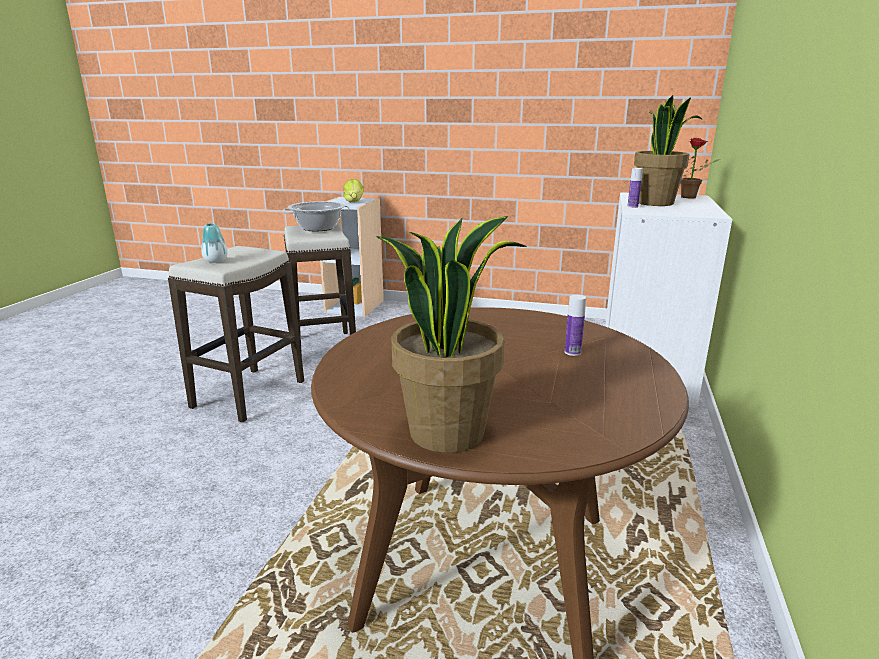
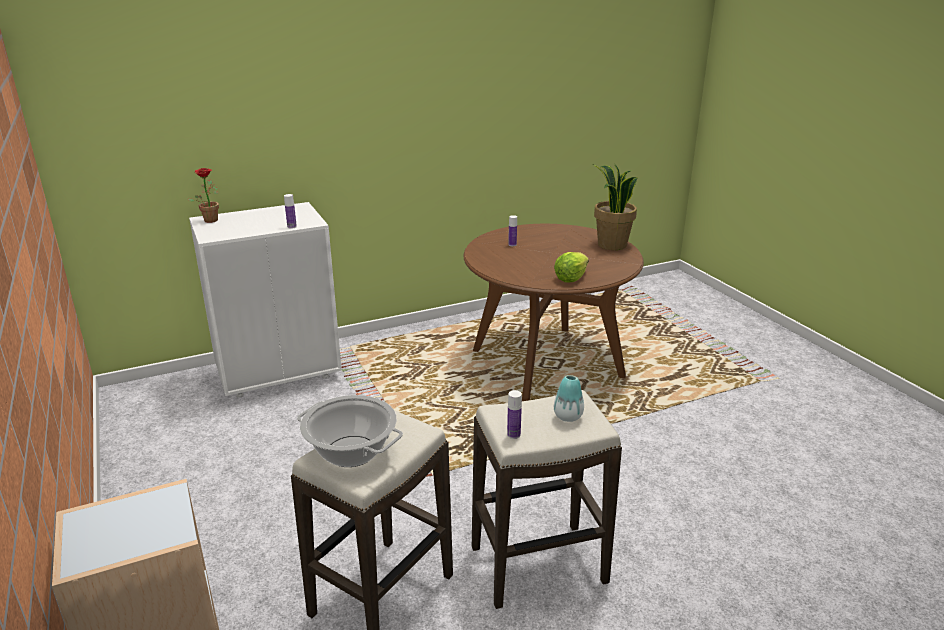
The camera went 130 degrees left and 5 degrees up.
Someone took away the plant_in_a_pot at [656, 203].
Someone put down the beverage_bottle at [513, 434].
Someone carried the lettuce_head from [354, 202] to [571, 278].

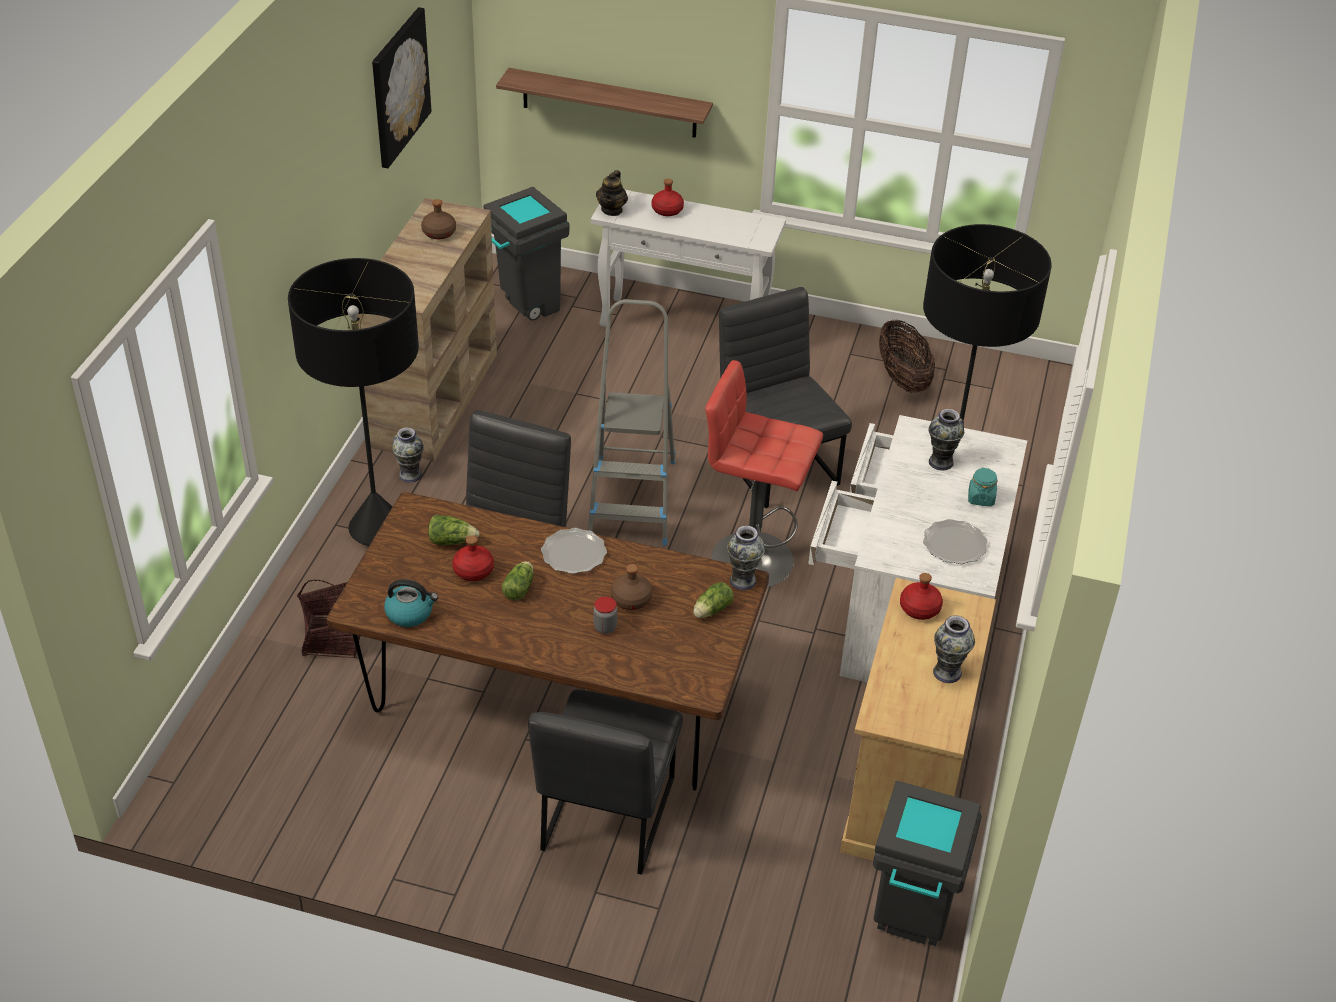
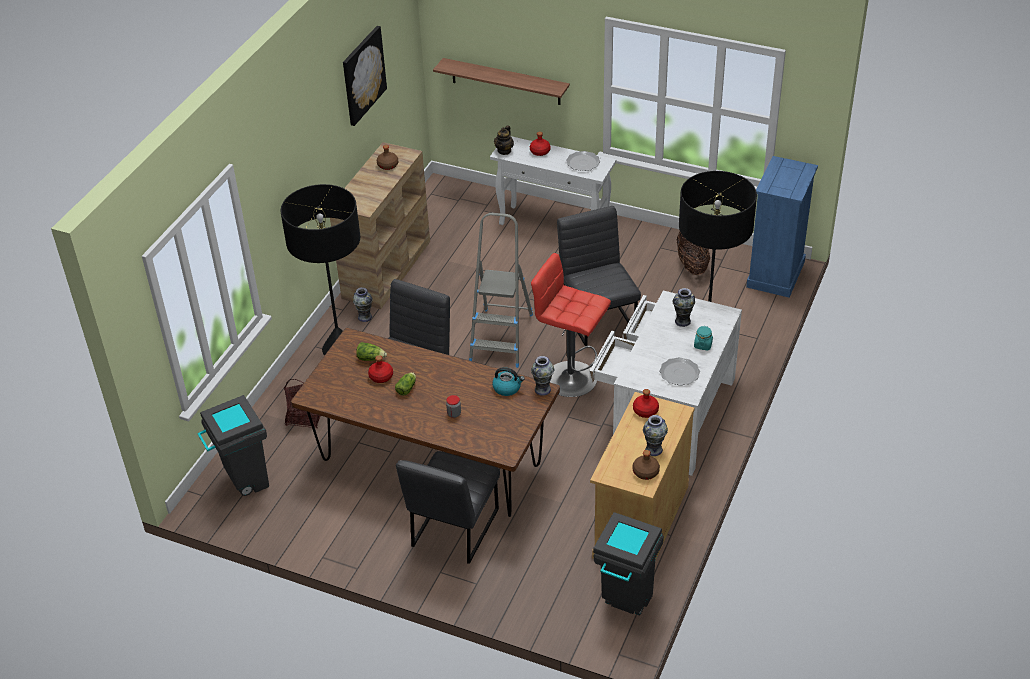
The camera went 10 degrees right and 0 degrees up.
Someone took away the lettuce_head at [711, 610].
Someone put down the blue_chest_of_drawers at [775, 274].
Someone carried the kettle from [410, 613] to [507, 388].
Someone carried the gray_rubbish_bin from [526, 308] to [244, 483].
Someone carried the plate from [573, 553] to [582, 162].
Someone carried the brownish_beverage_bottle from [631, 599] to [645, 472].

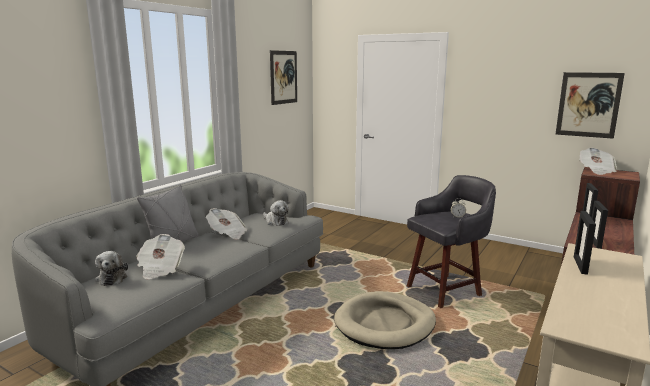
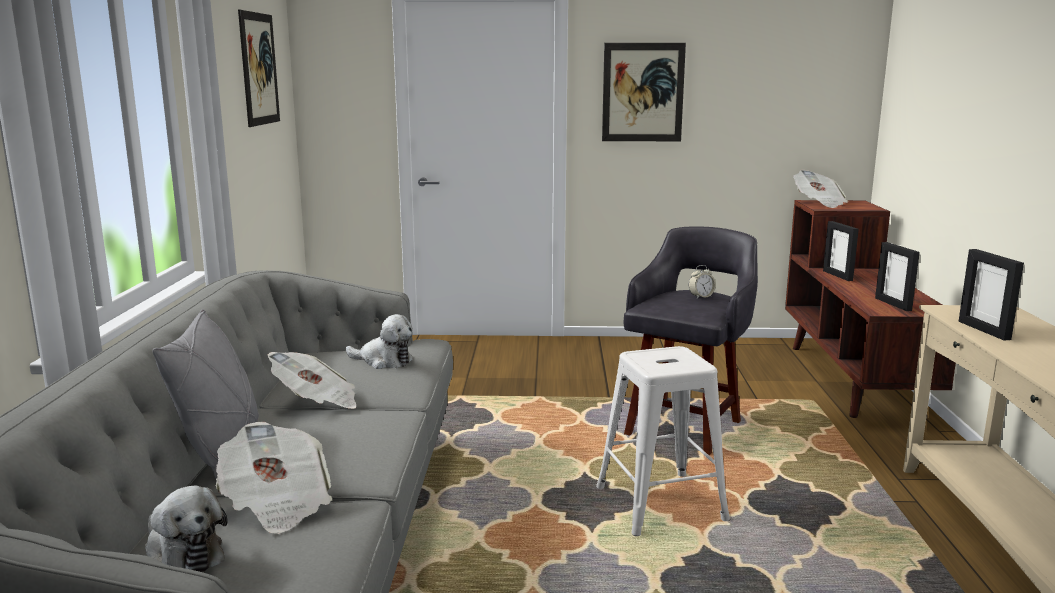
The camera went 30 degrees left and 0 degrees up.
Someone carried the picture from [588, 105] to [643, 92].
Someone swapped the beige_pet_bed at [385, 324] for the whitish_sitting_stool at [660, 503].

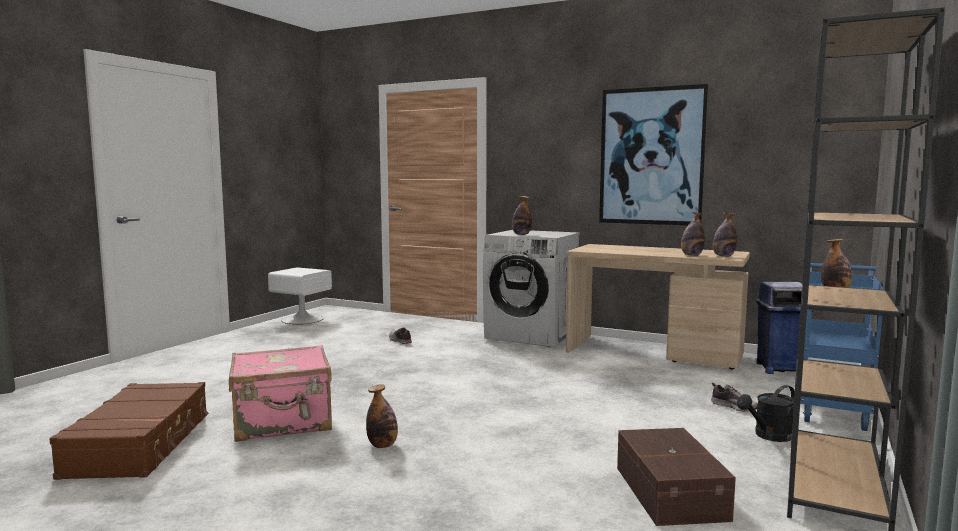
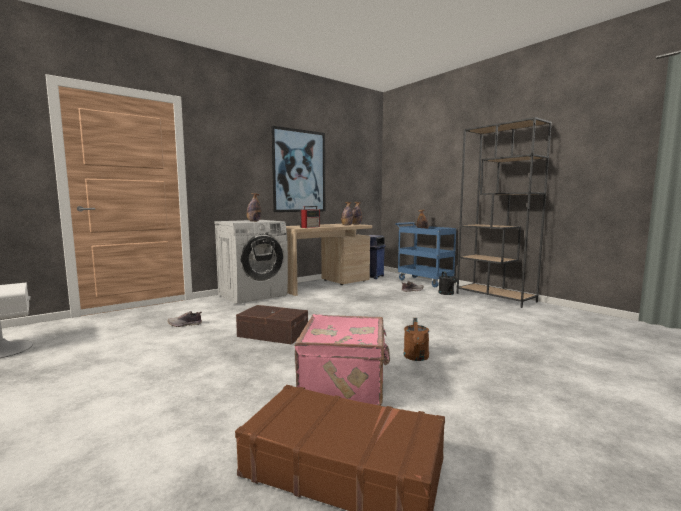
The camera went 65 degrees left and 0 degrees up.
Someone put down the radio_set at [310, 227].
Someone carried the brownish_storage_bin from [671, 492] to [273, 333].
Someone swapped the beverage_bottle at [382, 445] for the brownish_watering_can at [416, 357].

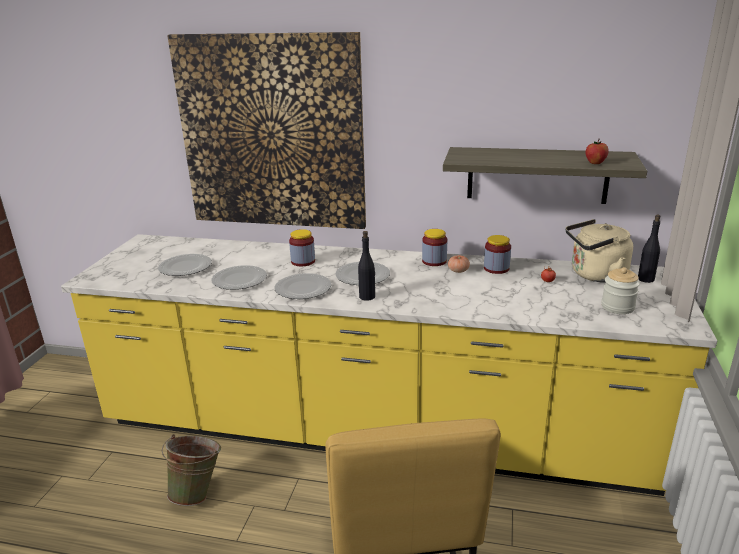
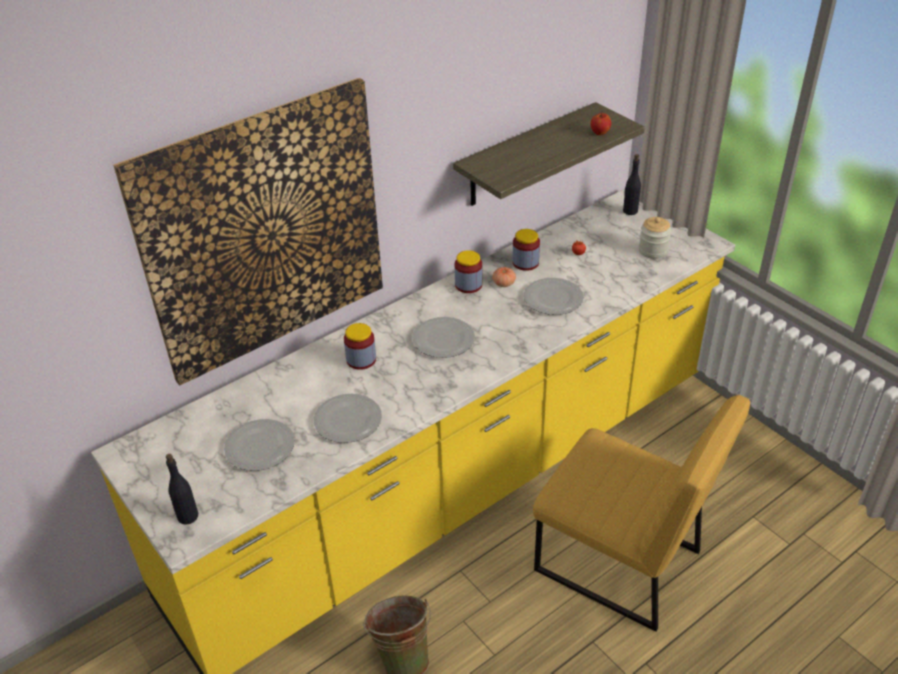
The camera went 50 degrees left and 15 degrees up.
Someone took away the beige_kettle at [595, 275].
Someone carried the plate from [303, 288] to [552, 298].
Someone carried the black_beverage_bottle from [367, 296] to [188, 516].

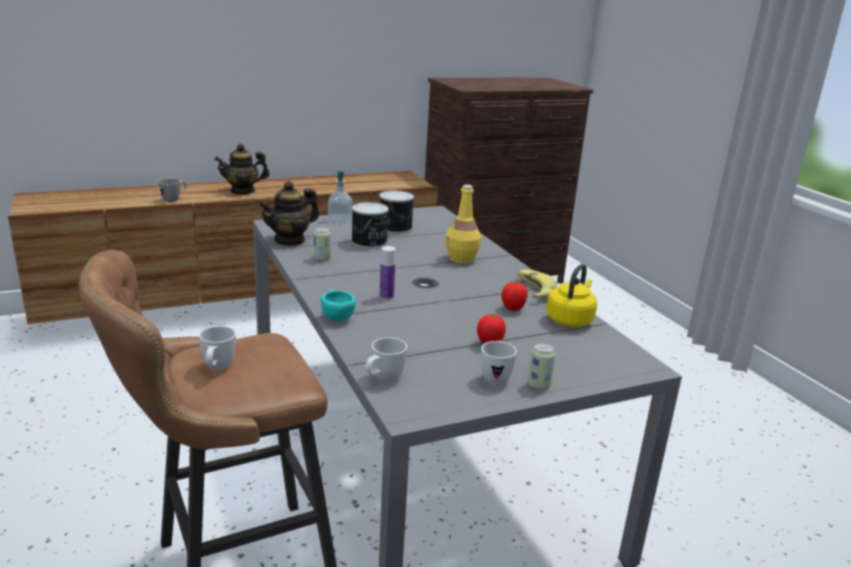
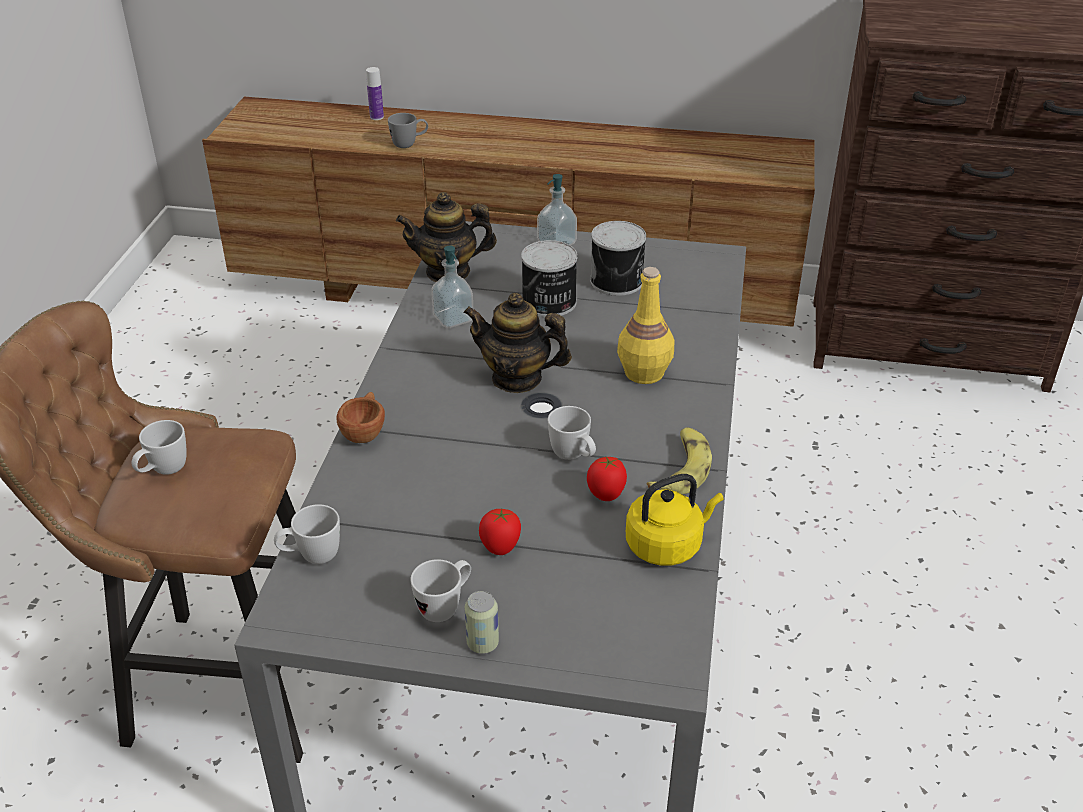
The camera went 35 degrees right and 15 degrees up.
Someone put down the whitish_tea_mug at [574, 457].
Someone carried the teapot from [243, 191] to [517, 378].
Someone carried the beverage_bottle from [386, 297] to [377, 117].
Someone swapped the sealed_can at [322, 258] for the soap_bottle at [453, 319].
Someone repainted the turquoise_small_cup at [336, 316], which became the brownish_small_cup at [365, 431].

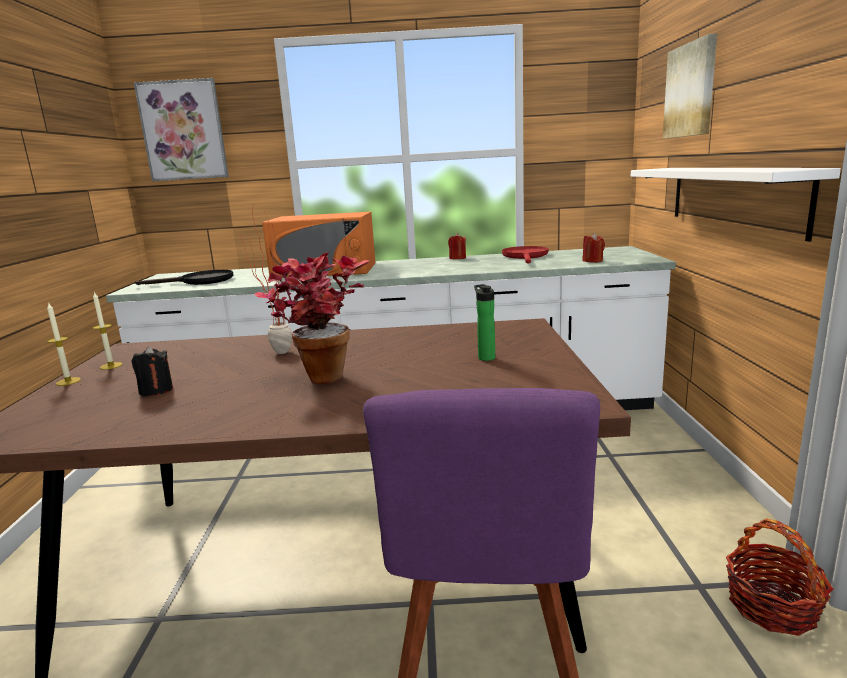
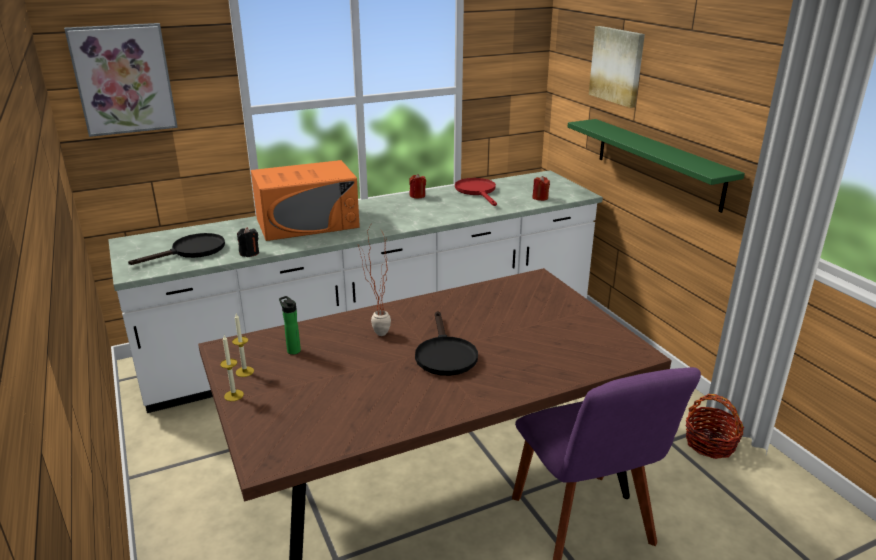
The camera went 25 degrees left and 10 degrees up.
Someone carried the black_candle from [156, 390] to [249, 253].
Someone carried the beverage_bottle from [485, 357] to [292, 350].
Someone swapped the plant_in_a_pot at [320, 375] for the black_skillet at [444, 354].
Someone repainted the whitish_bracket_shelf at [732, 197], which became the greenish_bracket_shelf at [658, 163].

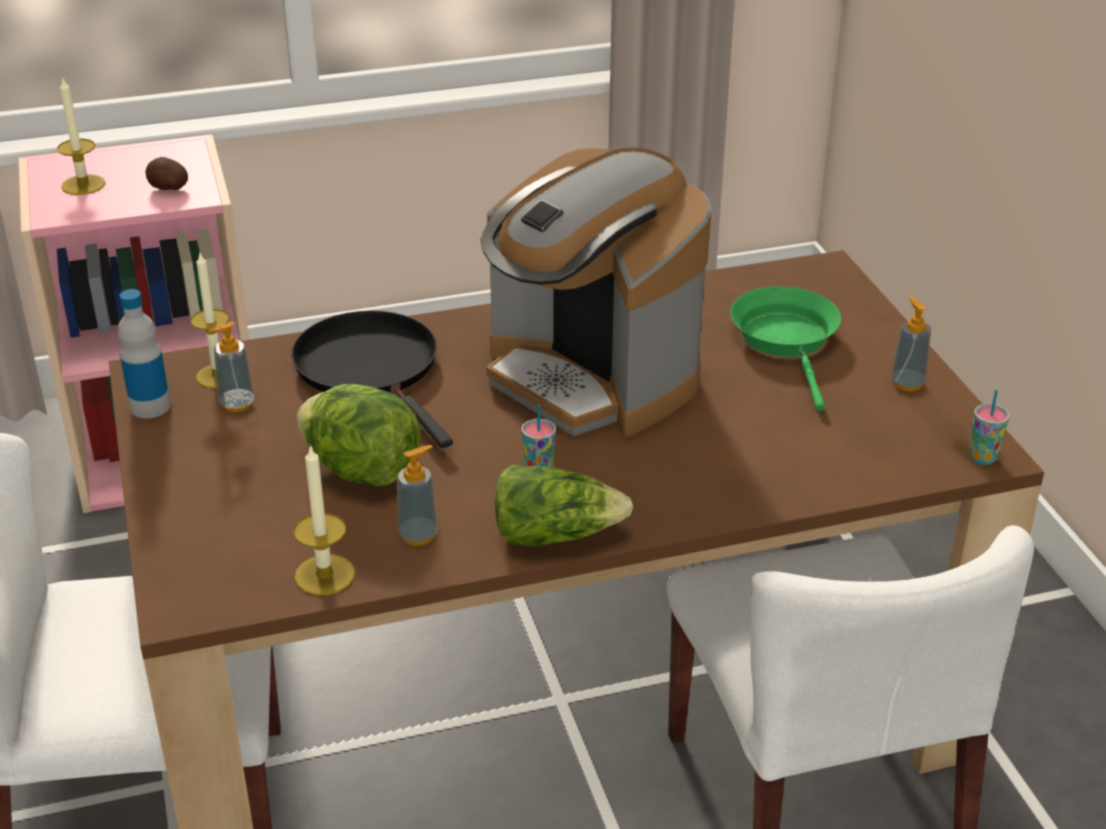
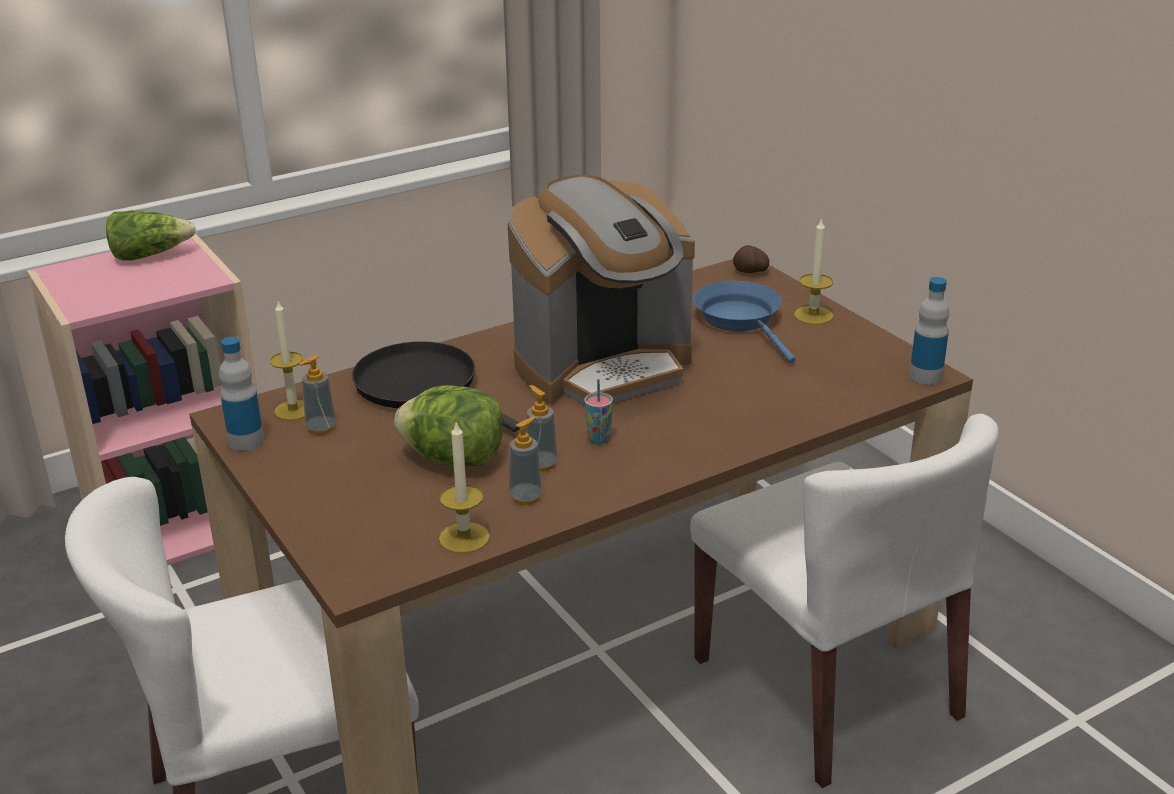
The camera went 15 degrees left and 5 degrees down.
Someone carried the candle from [83, 185] to [813, 315].
Someone carried the potato from [168, 189] to [750, 272].
Someone carried the lettuce_head from [555, 534] to [150, 255].
Someone carried the soap_bottle from [907, 383] to [541, 464].
Someone swapped the small_cup at [983, 458] for the beverage_bottle at [925, 377].
Someone repainted the greenish_skillet at [787, 341], which became the blue_skillet at [741, 320].
Someone rotated the coffee_brewer at [590, 379] by 60 degrees counterclockwise.

